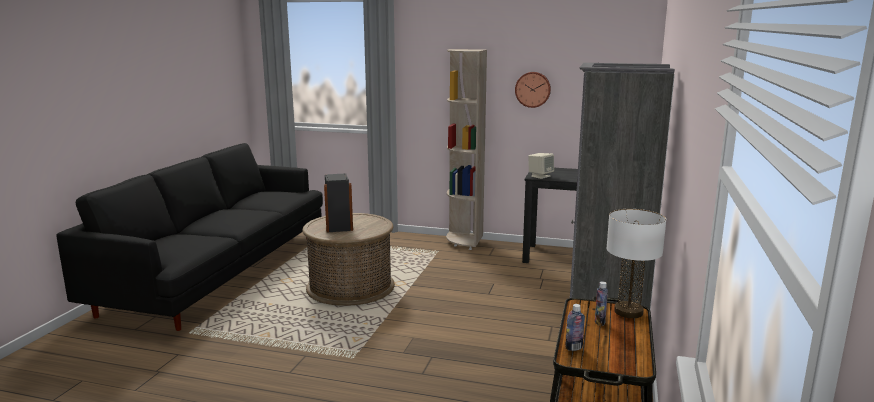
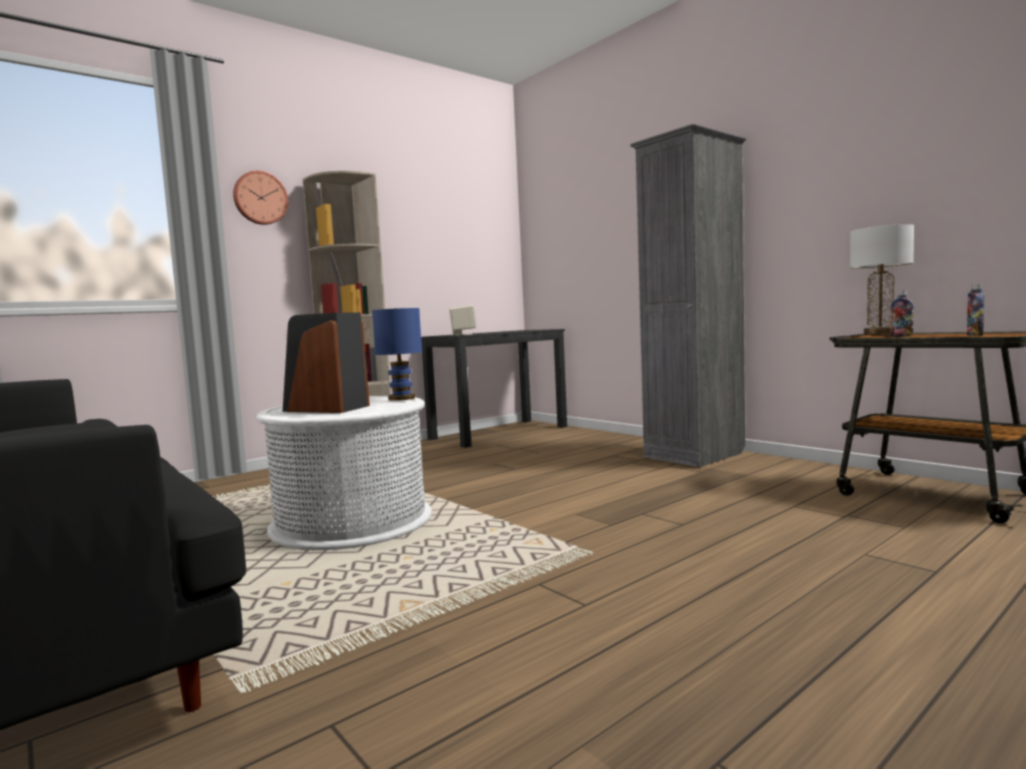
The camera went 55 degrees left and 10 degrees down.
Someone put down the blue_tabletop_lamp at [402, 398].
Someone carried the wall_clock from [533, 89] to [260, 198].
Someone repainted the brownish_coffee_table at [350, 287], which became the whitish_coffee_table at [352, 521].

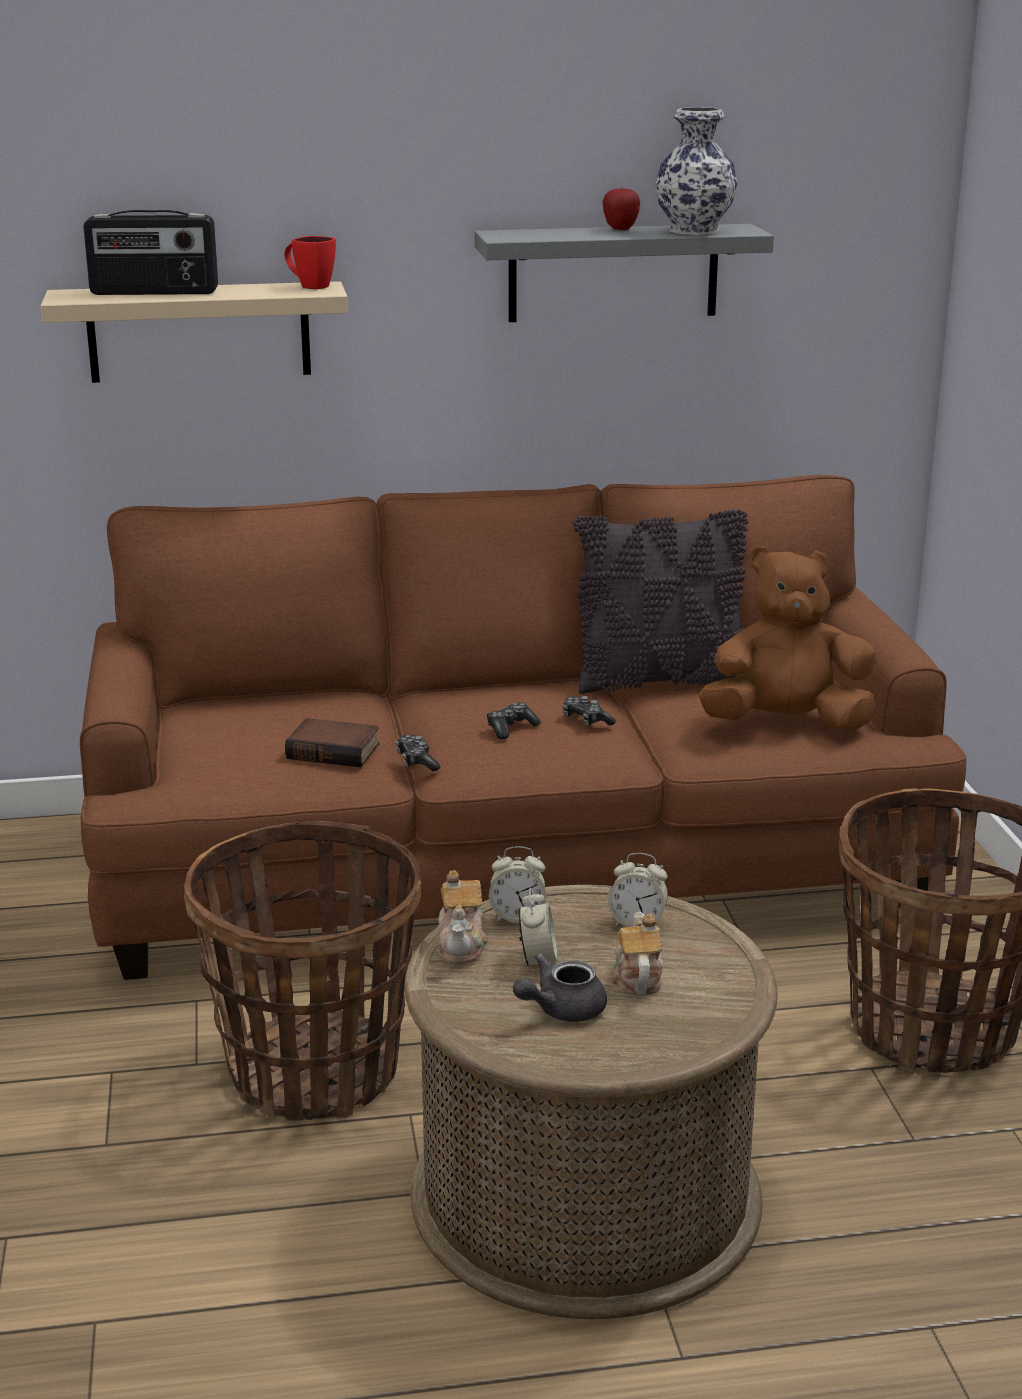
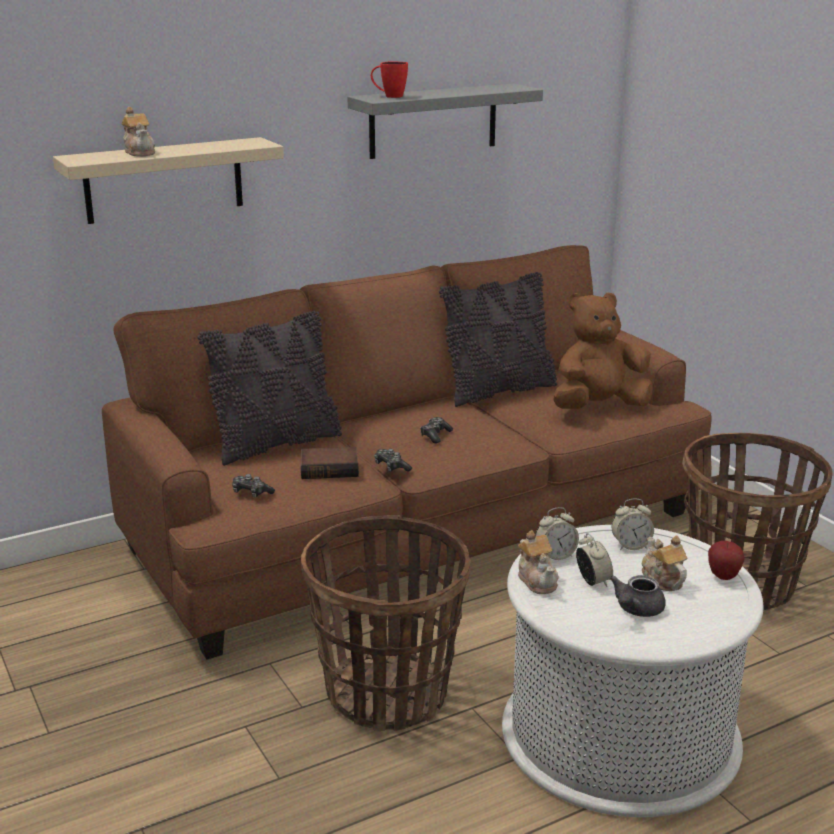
The camera went 20 degrees left and 0 degrees up.
Someone took away the decorative_vase at [695, 231].
Someone put down the black_pillow at [276, 443].
Someone carried the reddish_tea_mug from [309, 286] to [389, 96].
Someone carried the game_controller from [586, 720] to [251, 493].
Someone carried the apple from [620, 229] to [723, 577].
Someone swapped the radio_set at [154, 292] for the teapot at [140, 152].
Someone repainted the brownish_coffee_table at [585, 1195], which became the whitish_coffee_table at [620, 733].

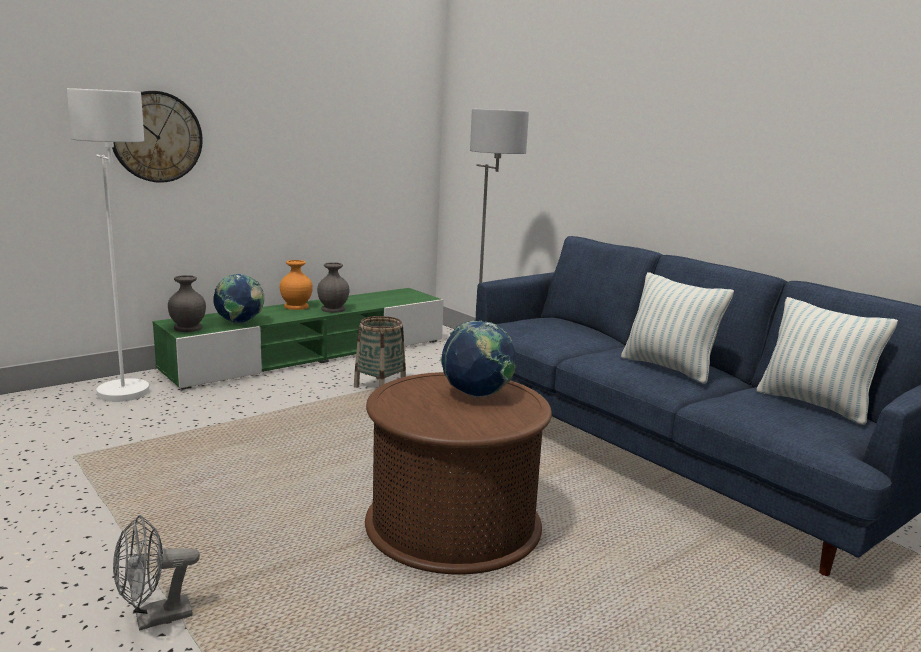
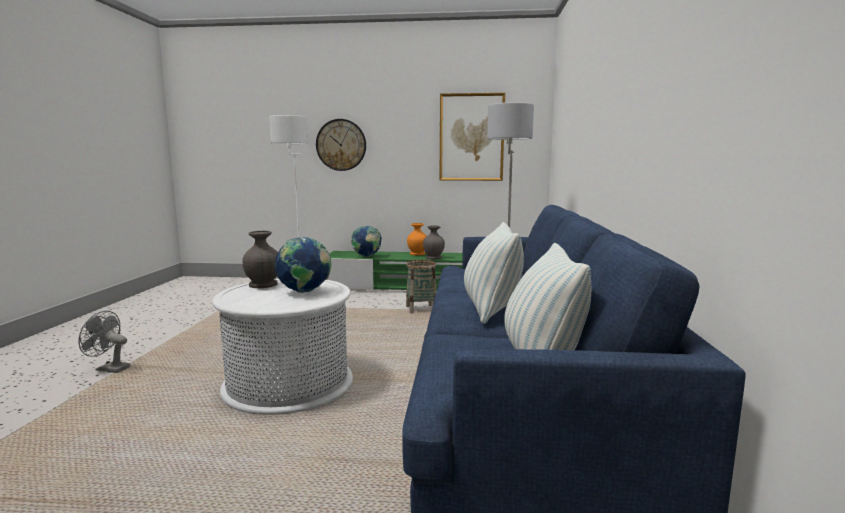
The camera went 45 degrees right and 5 degrees down.
Someone put up the picture at [471, 137].
Someone carried the gray_decorative_vase from [188, 328] to [263, 284].
Someone repainted the brownish_coffee_table at [453, 523], which became the whitish_coffee_table at [288, 383].

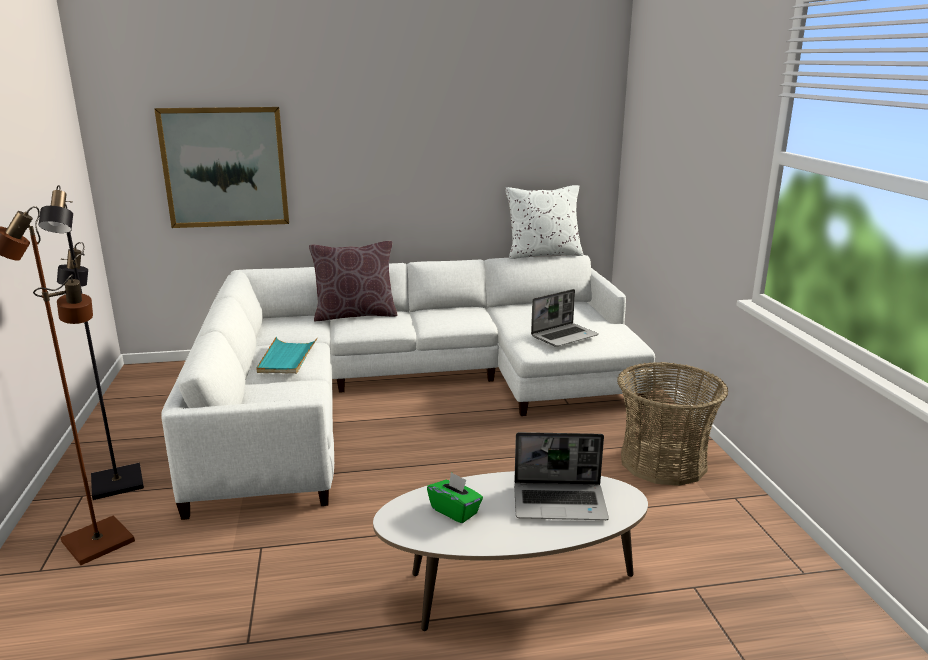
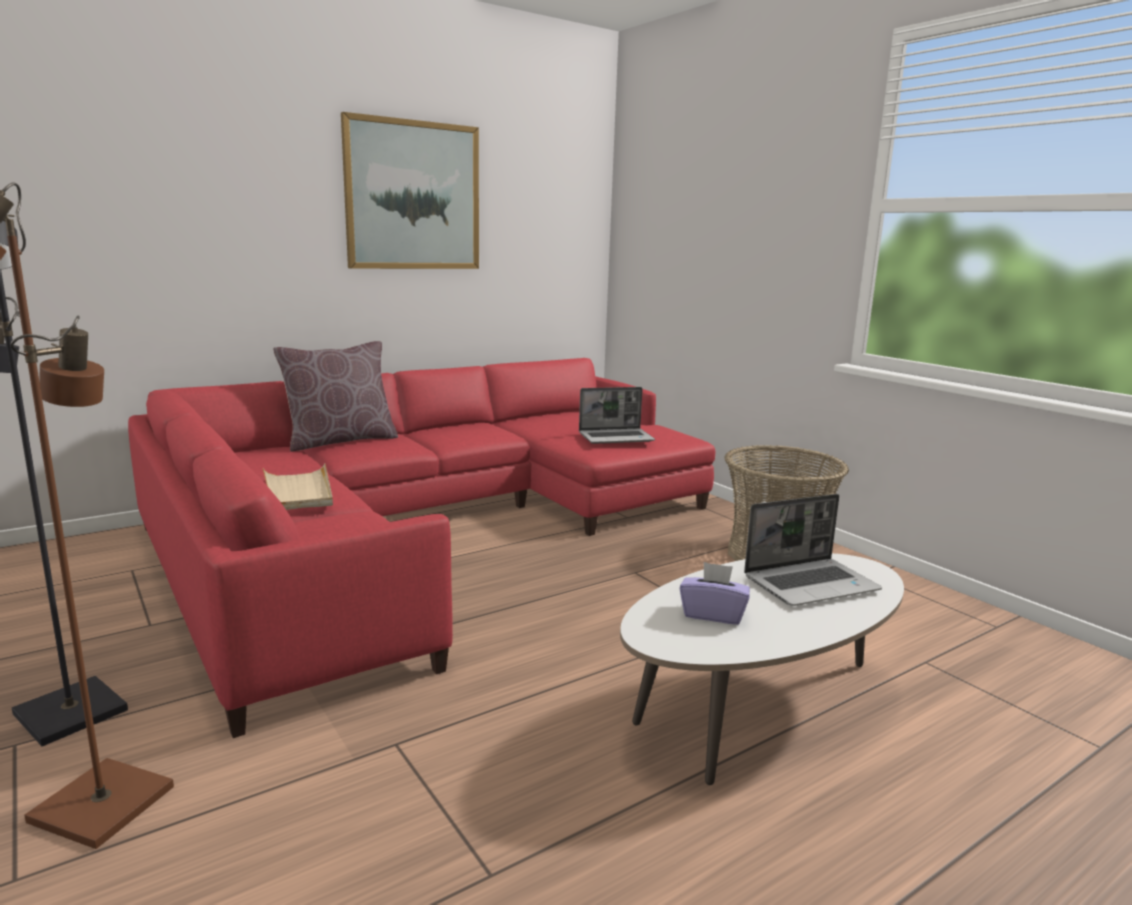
The camera went 25 degrees left and 5 degrees down.
Someone took away the whitish_pillow at [543, 254].
Someone carried the picture from [225, 167] to [413, 196].
Someone repainted the whitish_couch at [404, 390], which became the reddish_couch at [426, 529].
Someone repainted the turquoise_carrying_tray at [287, 358], which became the beige_carrying_tray at [298, 491].
Someone repainted the greenish_tissue_box at [455, 511], which became the purplish_tissue_box at [713, 614].
Someone rotated the portable_computer at [564, 336] by 45 degrees clockwise.

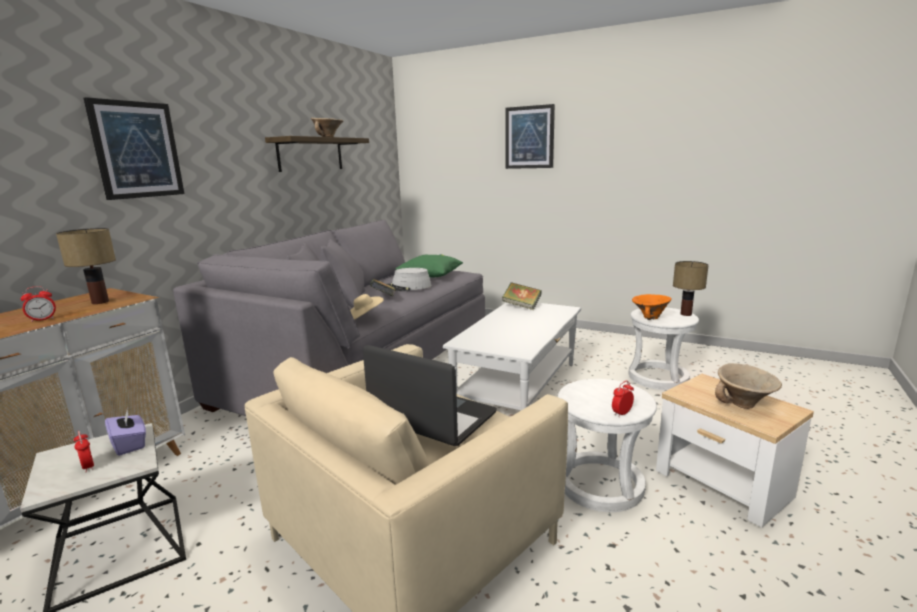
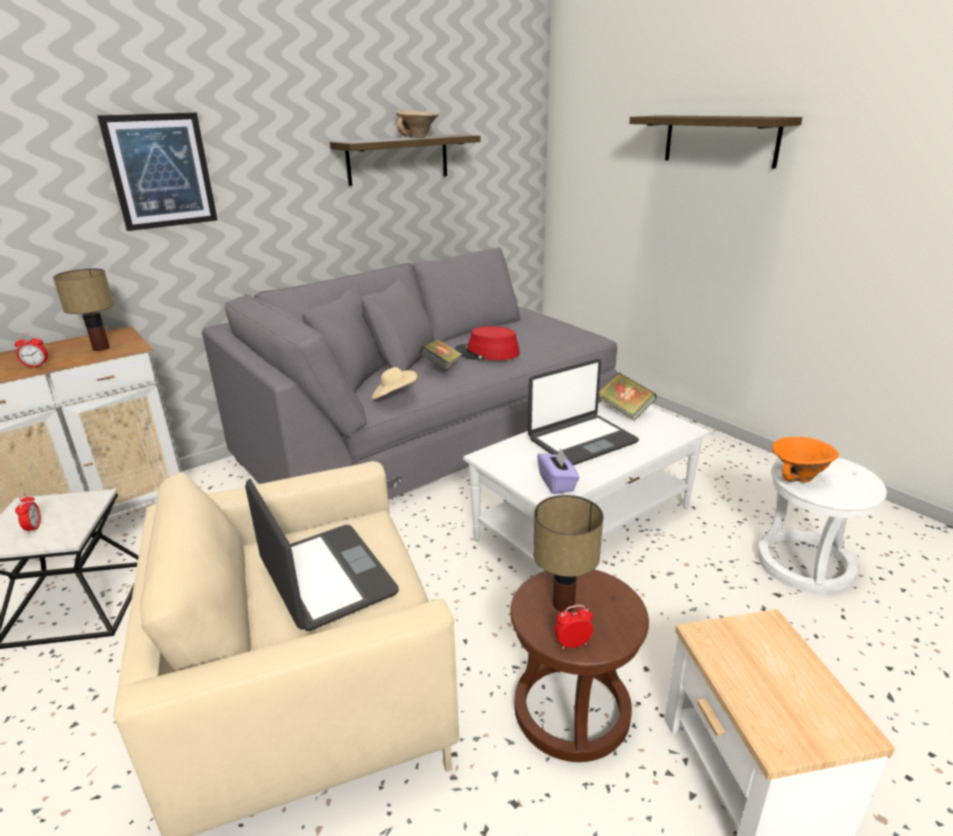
The camera went 25 degrees right and 10 degrees up.
Someone took away the greenish_pillow at [430, 275].
Someone took away the beige_bowl at [745, 404].
Someone put down the portable_computer at [581, 440].
Someone carried the purplish_tissue_box from [130, 444] to [557, 483].
Someone carried the tabletop_lamp from [685, 314] to [564, 603].
Someone swapped the picture at [529, 137] for the bracket_shelf at [720, 140].
Someone repainted the gray_hat at [407, 287], which became the reddish_hat at [487, 353].
Someone repainted the whitish_sitting_stool at [600, 485], which became the brownish_sitting_stool at [571, 711].

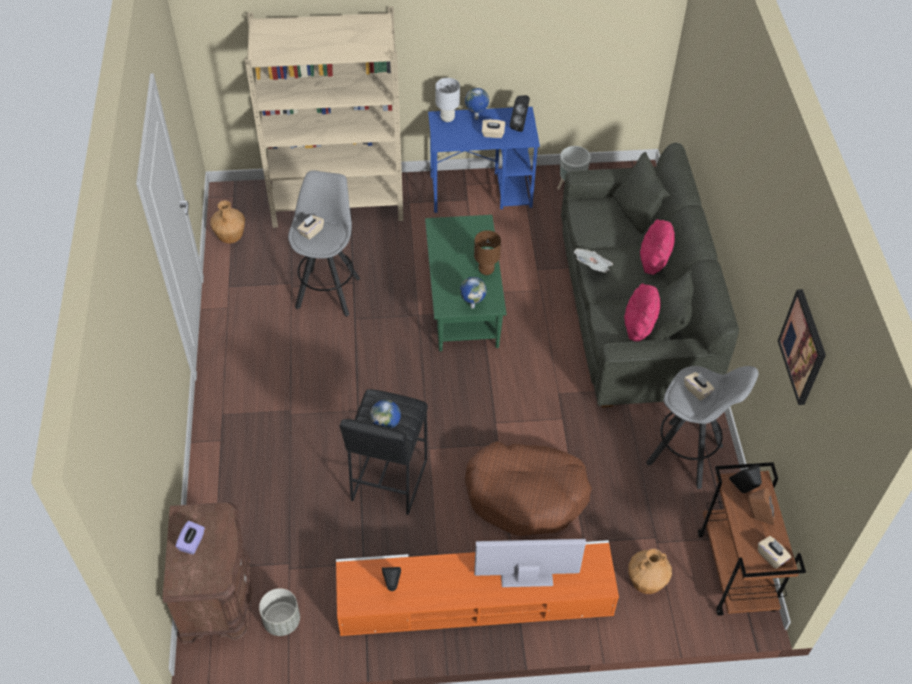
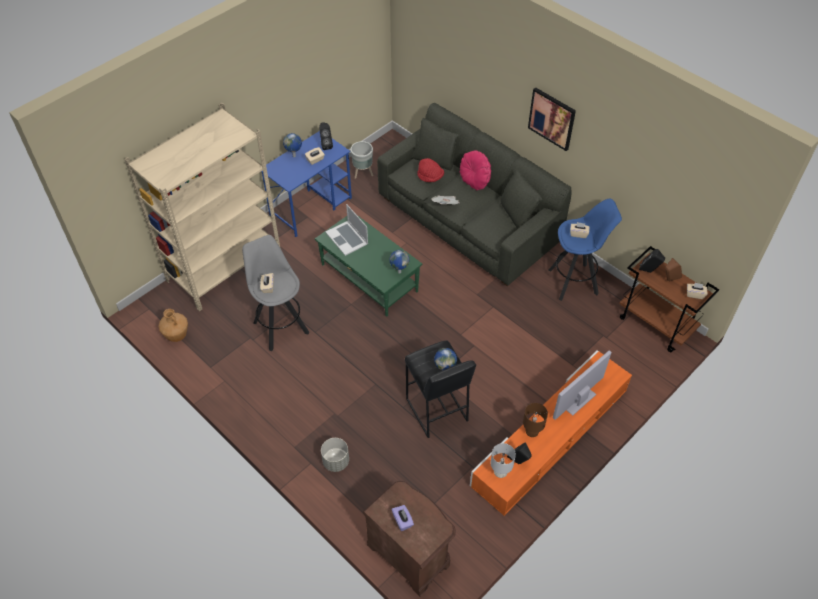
The camera went 40 degrees left and 0 degrees up.
Someone took away the brownish_pet_bed at [526, 495].
Someone took away the pinkish_pillow at [638, 328].
Someone took away the brownish_decorative_vase at [645, 583].
Someone put down the portable_computer at [347, 238].
Someone put down the reddish_hat at [430, 177].
Someone carried the gray_flower_pot from [281, 620] to [335, 461].
Someone carried the gray_tabletop_lamp from [447, 118] to [499, 472].
Someone carried the brownish_tabletop_lamp from [486, 270] to [531, 432].
Someone carried the picture from [803, 347] to [552, 118].
Someone repainted the gray_sitting_stool at [687, 456], which became the blue_sitting_stool at [574, 282].

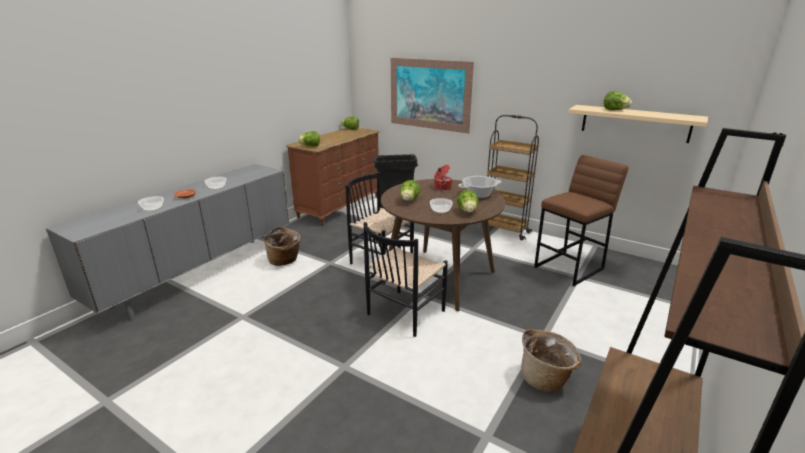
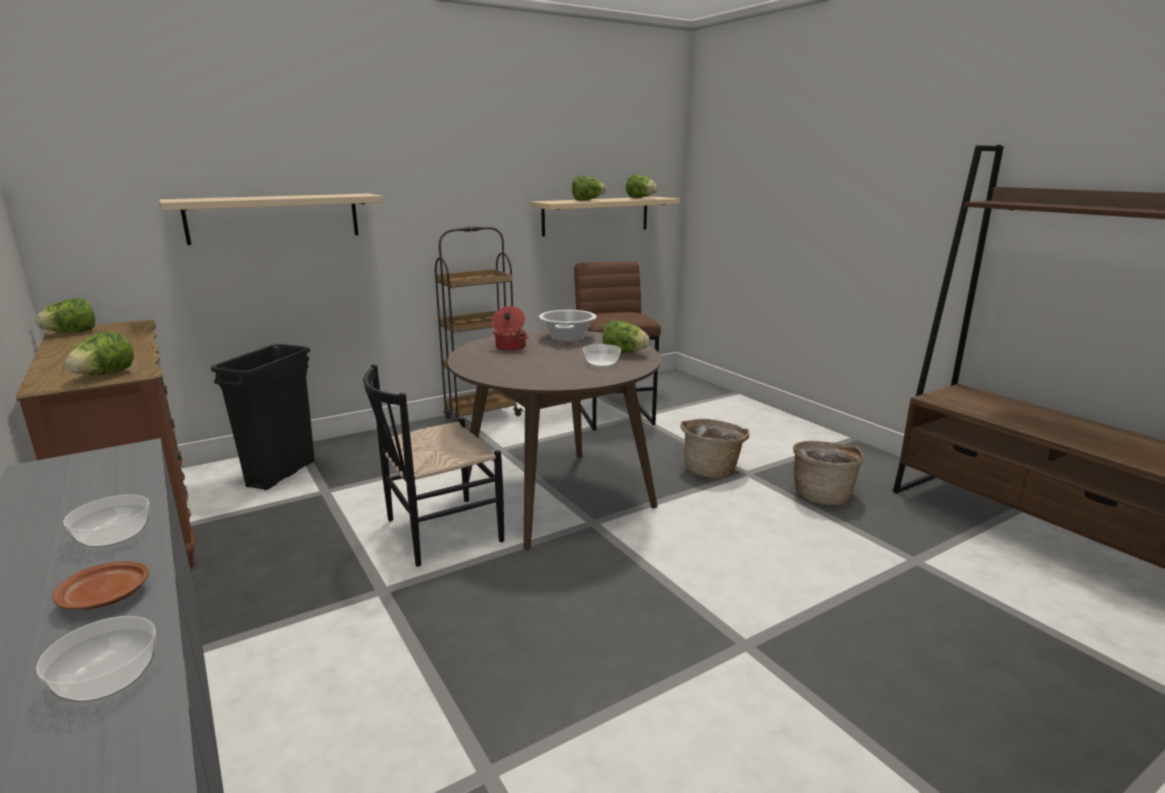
The camera went 65 degrees left and 5 degrees down.
Someone took away the black_upright_chair at [403, 314].
Someone carried the storage_basket from [284, 261] to [712, 470].
Someone carried the lettuce_head from [409, 200] to [640, 198].
Someone swapped the picture at [429, 94] for the beige_bracket_shelf at [274, 218].

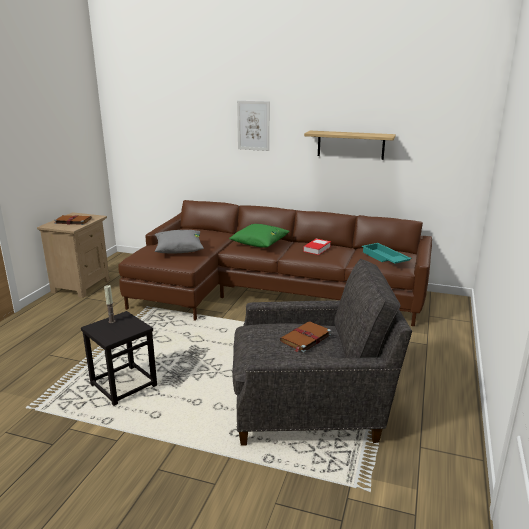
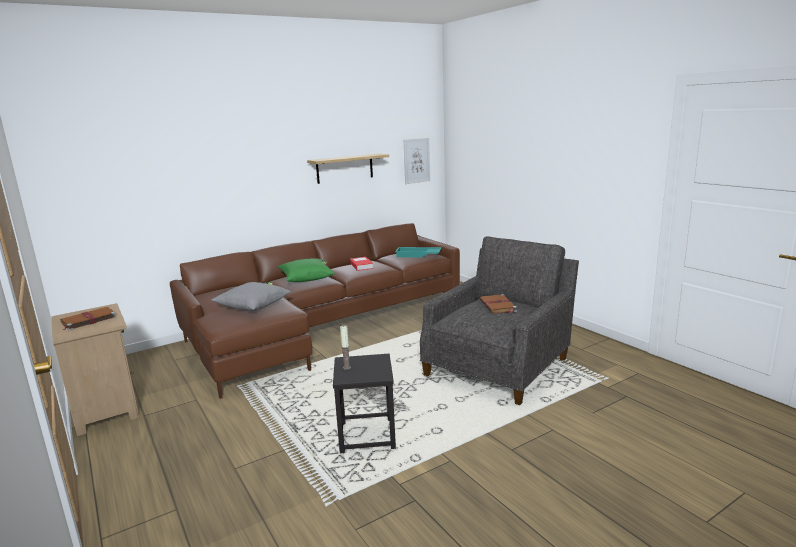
The camera went 50 degrees left and 5 degrees down.
Someone carried the picture from [253, 125] to [416, 160].

